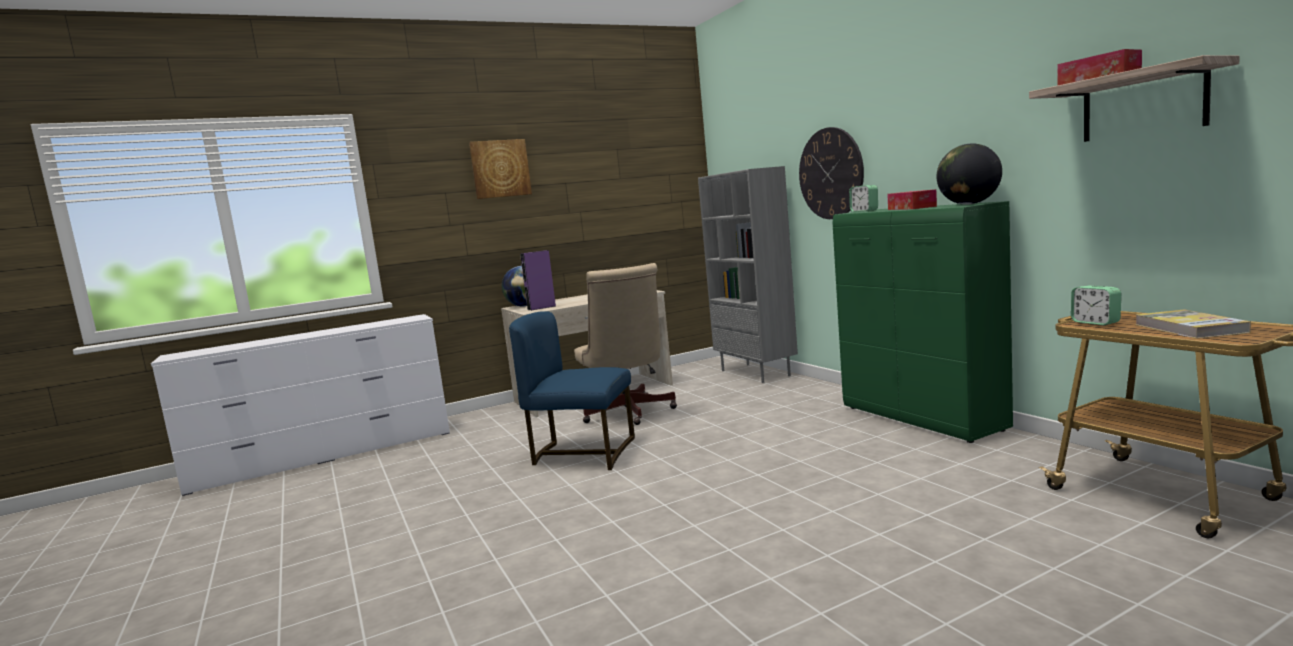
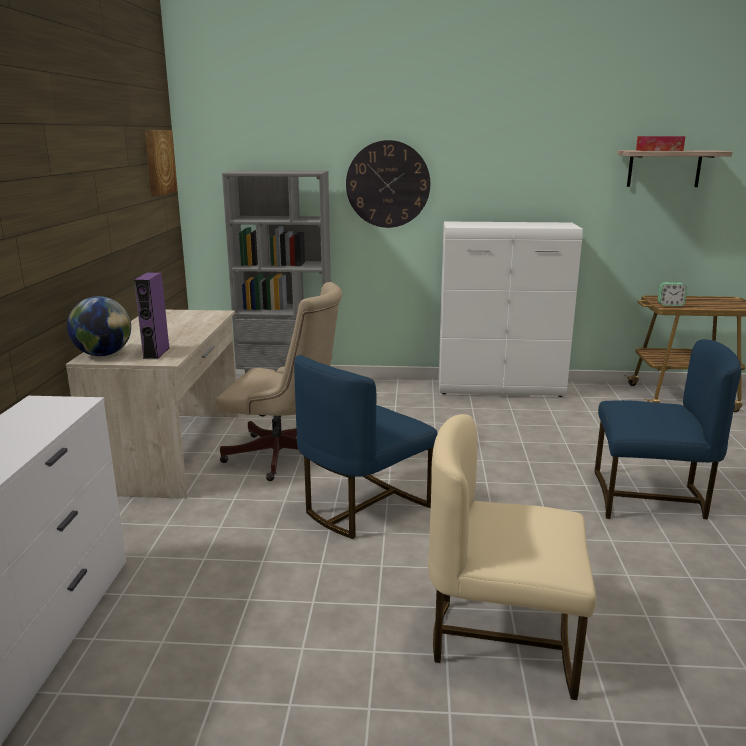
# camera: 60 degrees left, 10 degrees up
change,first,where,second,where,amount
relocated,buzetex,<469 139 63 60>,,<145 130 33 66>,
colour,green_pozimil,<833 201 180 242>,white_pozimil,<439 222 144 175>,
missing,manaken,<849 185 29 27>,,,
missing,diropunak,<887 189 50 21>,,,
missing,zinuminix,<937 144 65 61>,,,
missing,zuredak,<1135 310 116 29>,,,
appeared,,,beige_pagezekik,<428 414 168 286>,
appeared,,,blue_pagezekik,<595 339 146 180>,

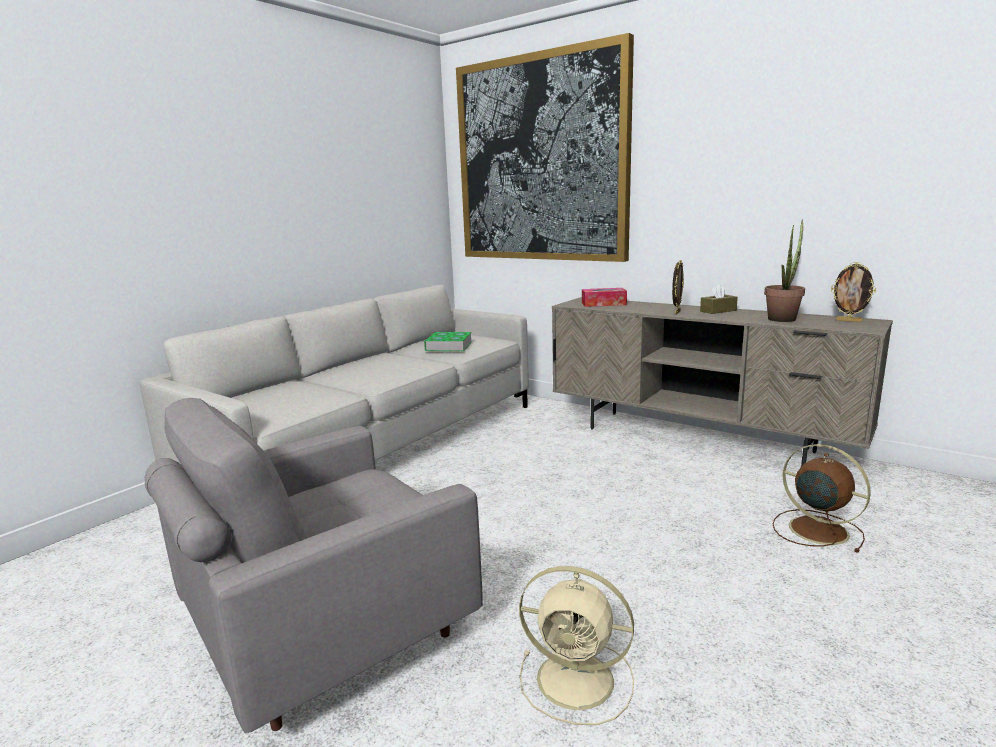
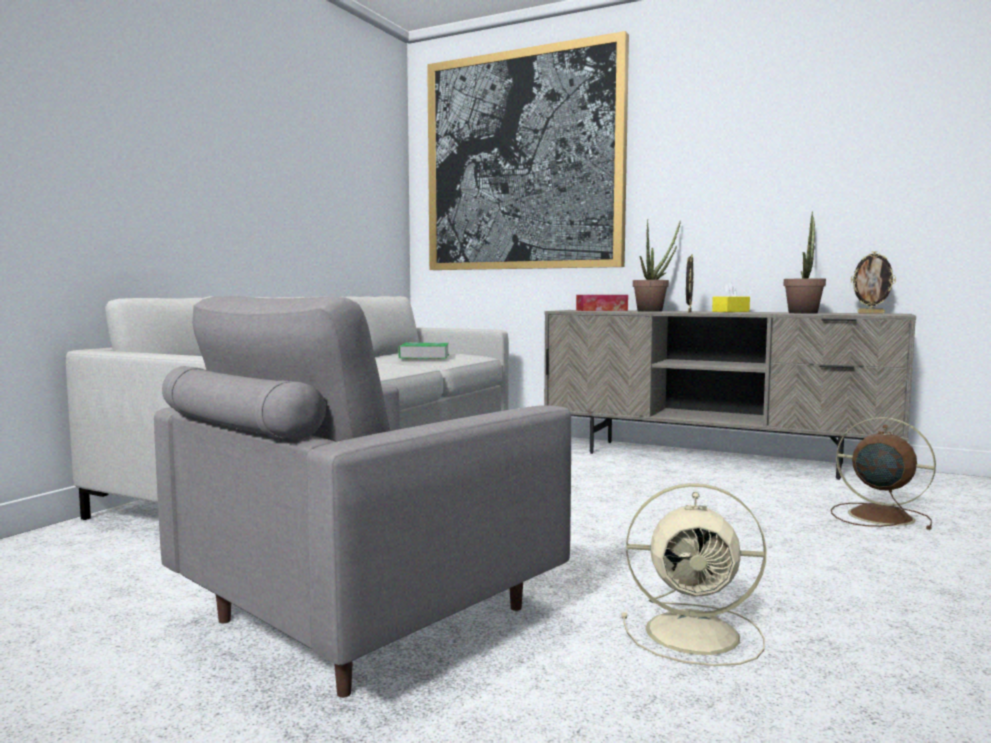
# camera: 10 degrees left, 10 degrees down
change,first,where,second,where,amount
colour,brown_diropunak,<700 283 38 31>,yellow_diropunak,<712 282 38 30>,
appeared,,,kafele,<633 219 47 93>,

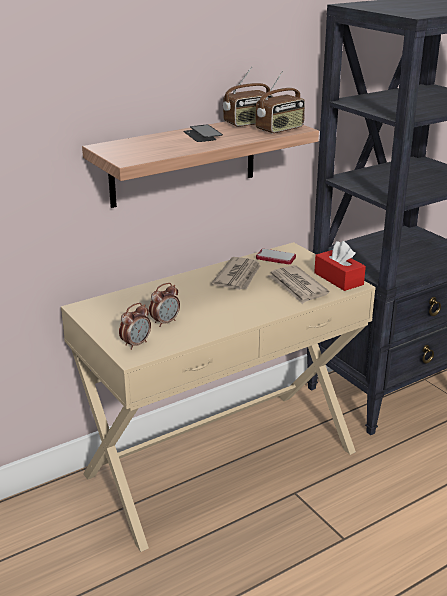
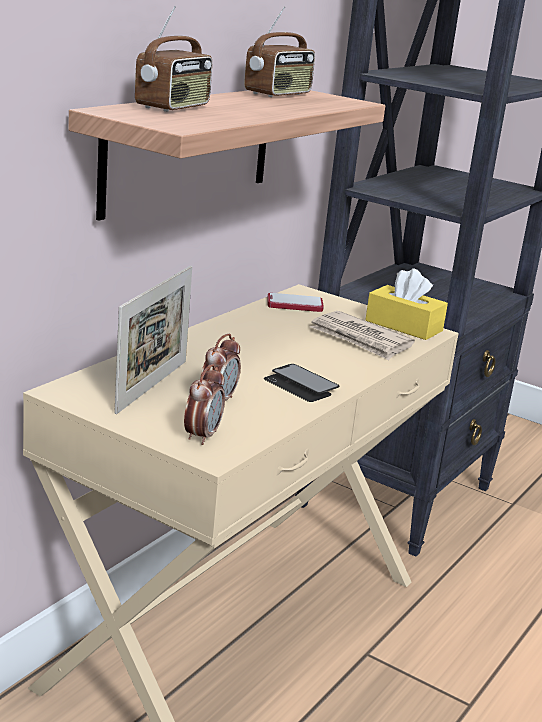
# camera: 25 degrees left, 5 degrees down
change,first,where,second,where,amount
relocated,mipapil,<183 125 40 17>,,<264 364 75 38>,
missing,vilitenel,<212 257 49 33>,,,
relocated,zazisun,<255 71 50 63>,,<135 6 77 106>,
colour,red_diropunak,<314 241 52 50>,yellow_diropunak,<365 268 83 72>,
appeared,,,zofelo,<114 265 78 149>,

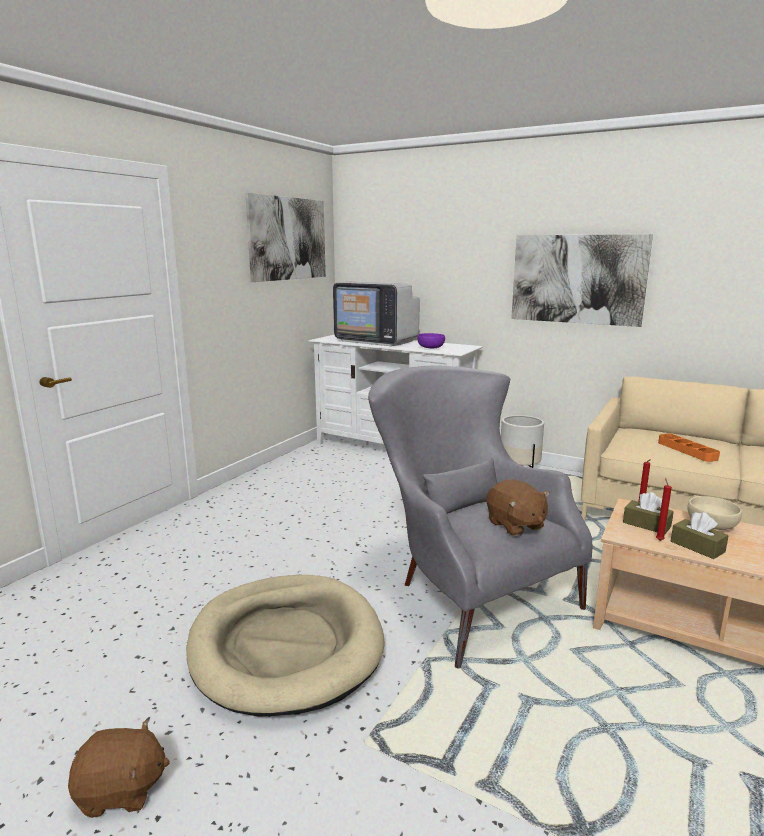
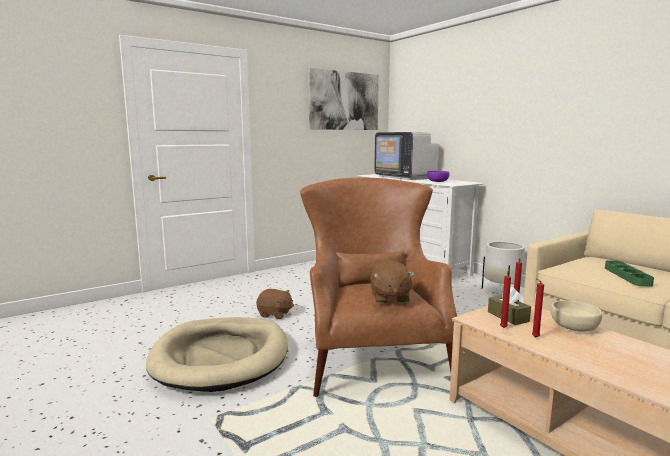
# camera: 25 degrees right, 5 degrees down
change,first,where,second,where,amount
relocated,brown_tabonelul,<68 719 102 99>,,<256 289 38 30>,
colour,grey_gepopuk,<368 365 224 303>,brown_gepopuk,<300 178 157 219>,
missing,buzetex,<511 234 142 93>,,,
colour,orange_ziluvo,<658 433 62 29>,green_ziluvo,<605 260 49 26>,
exchanged,brown_diropunak,<671 512 58 47>,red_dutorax,<532 278 12 60>,

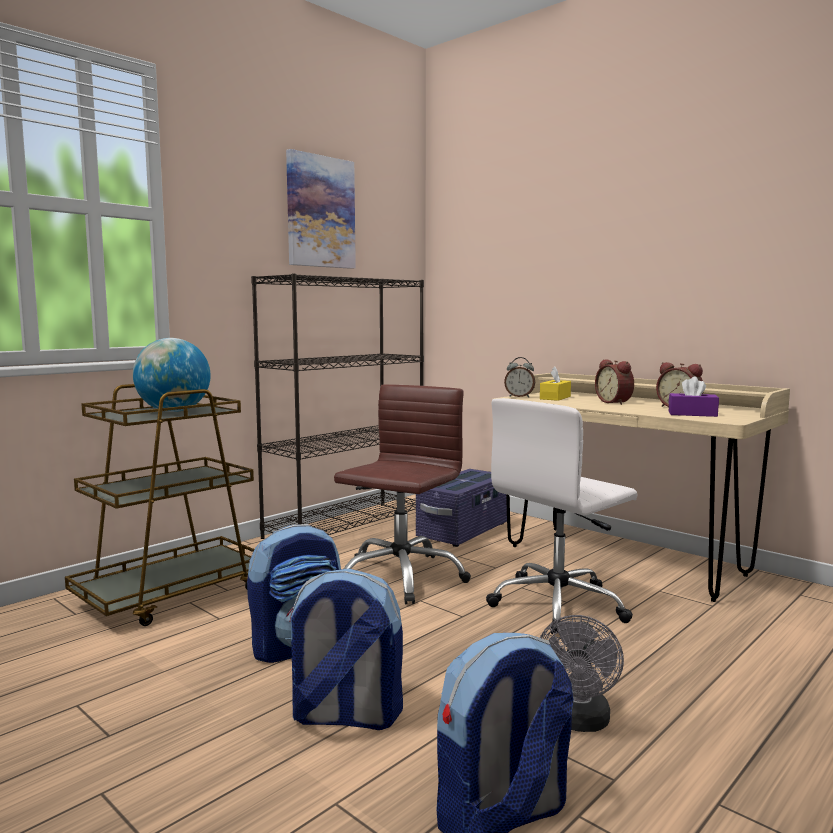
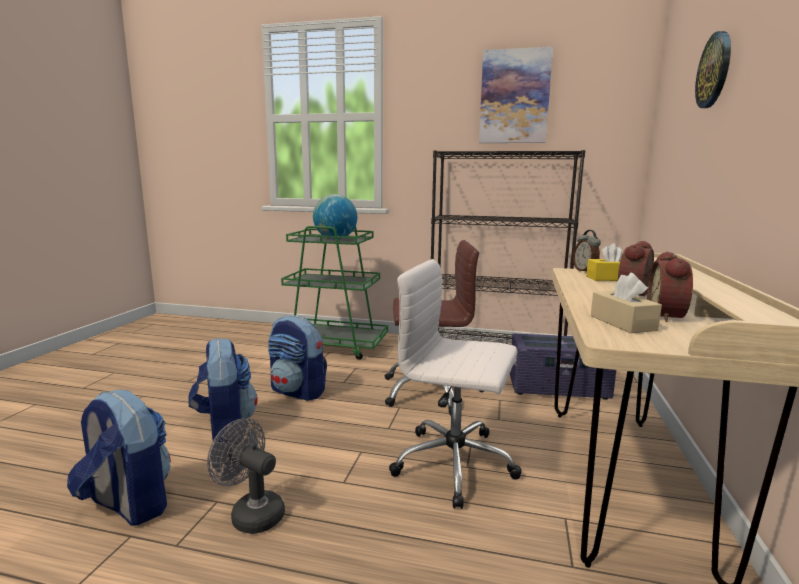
# camera: 60 degrees right, 5 degrees up
change,first,where,second,where,amount
colour,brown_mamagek,<65 384 189 242>,green_mamagek,<281 226 107 134>,
spun,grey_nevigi,<540 615 84 117>,,<207 418 78 116>,45 degrees clockwise
colour,purple_diropunak,<669 376 50 41>,beige_diropunak,<591 273 71 60>,
appeared,,,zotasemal,<695 31 36 77>,

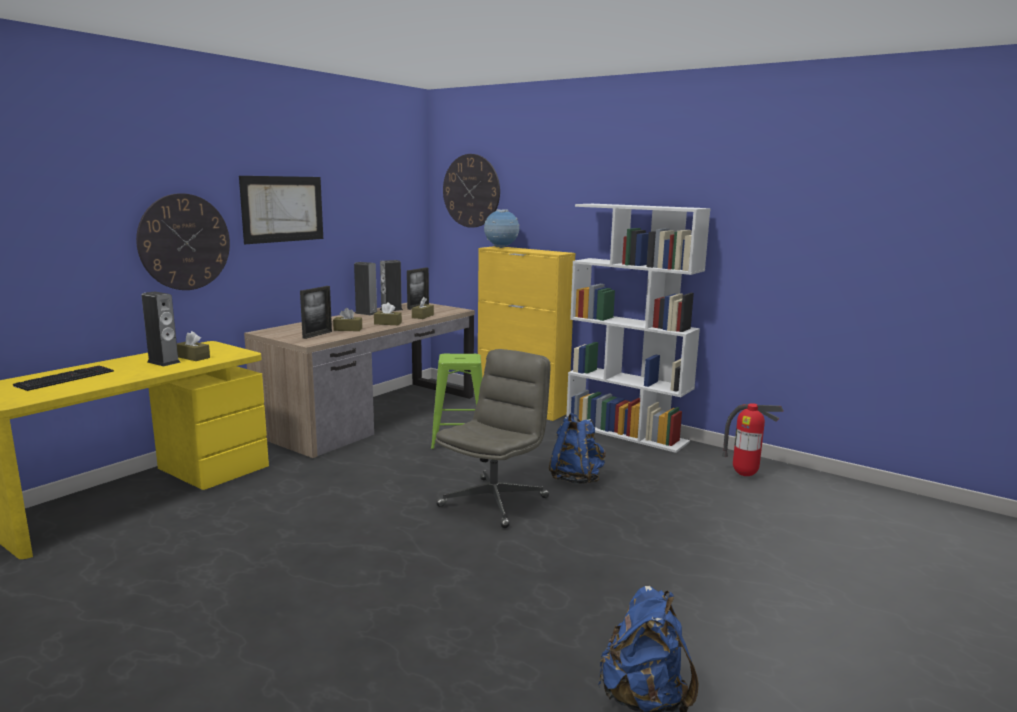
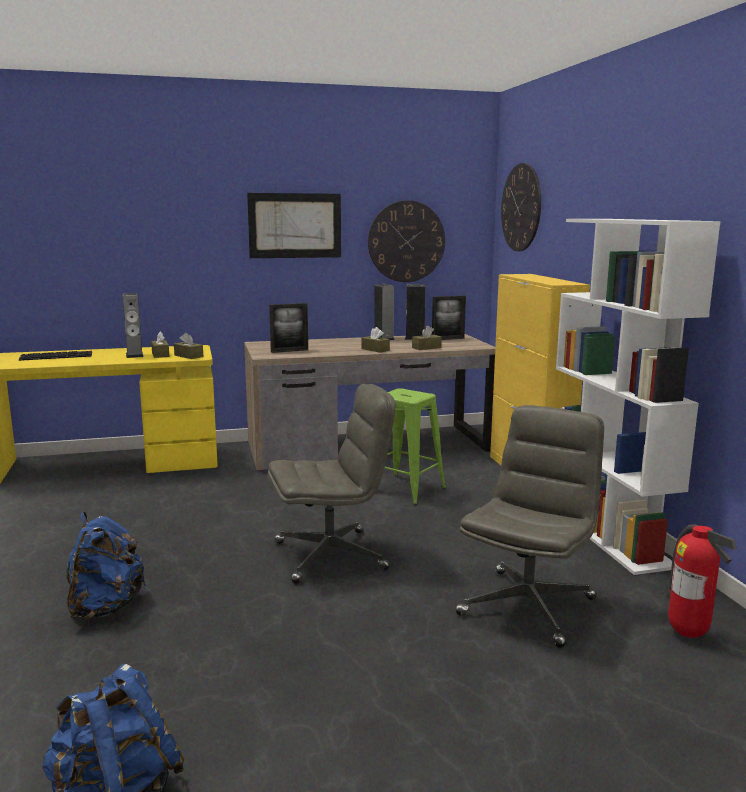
# camera: 40 degrees right, 0 degrees up
change,first,where,second,where,amount
relocated,zotasemal,<136 193 94 97>,,<368 200 77 82>,
relocated,brown_diropunak,<333 308 29 23>,,<174 333 29 26>,
missing,zinuminix,<484 209 35 39>,,,
relocated,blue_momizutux,<549 413 57 71>,,<66 511 80 109>,
appeared,,,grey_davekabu,<455 405 149 243>,

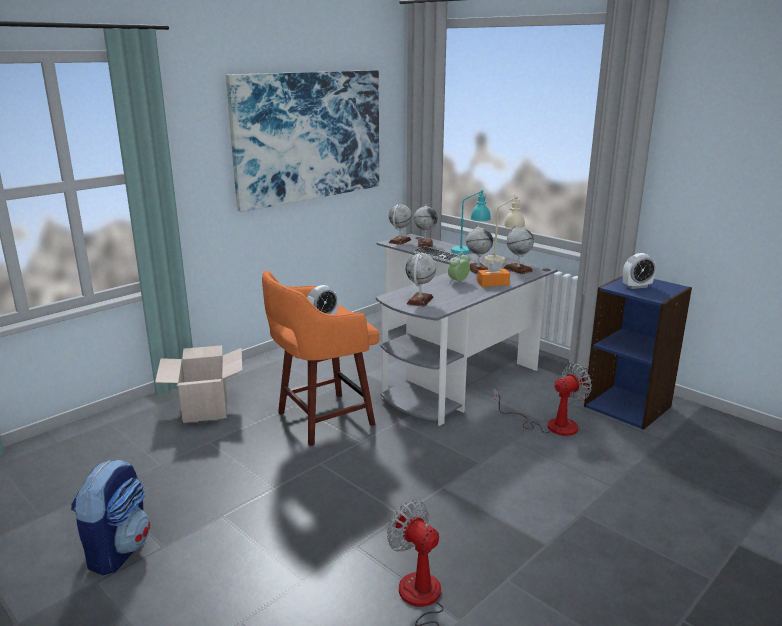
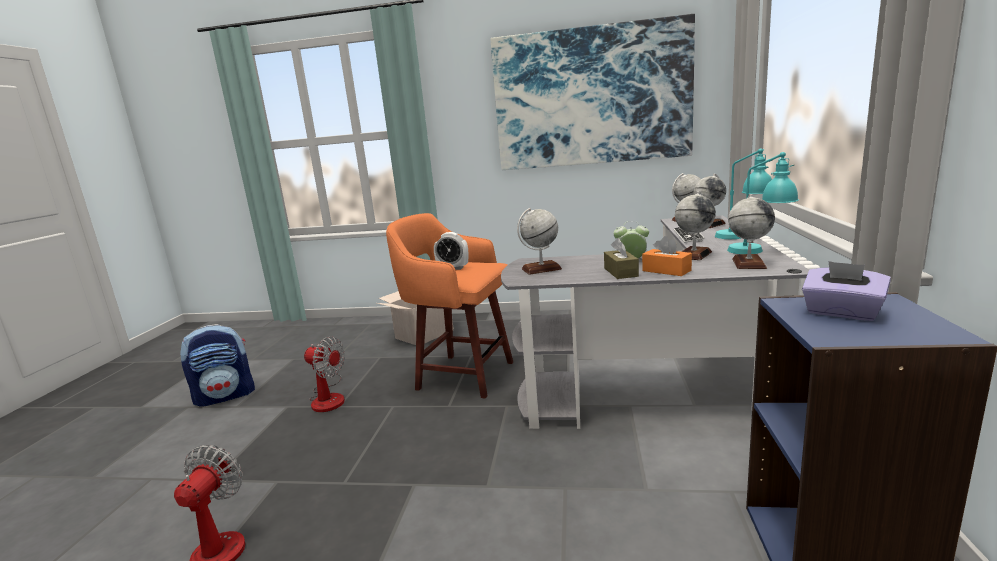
# camera: 55 degrees right, 5 degrees down
change,first,where,second,where,amount
colour,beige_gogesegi,<484 196 41 68>,turquoise_gogesegi,<727 152 72 102>,
relocated,nevigi,<493 363 99 73>,,<304 337 41 75>,
exchanged,manaken,<623 253 33 36>,purple_diropunak,<802 261 89 60>,
appeared,,,brown_diropunak,<604 238 35 41>,

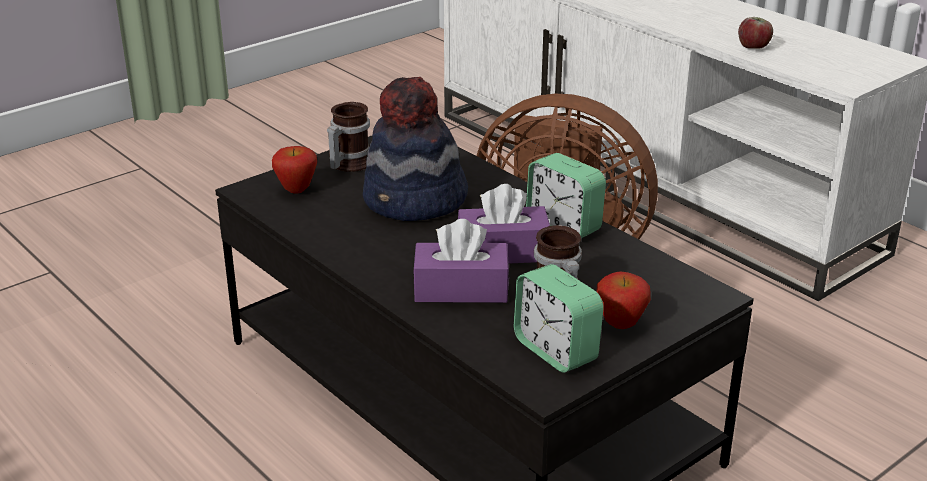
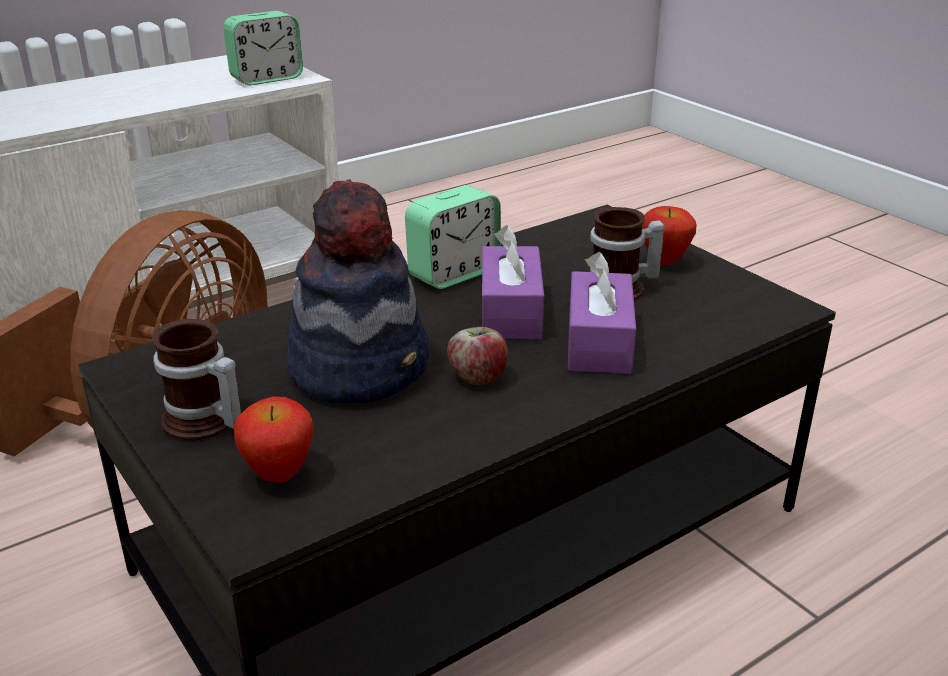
# camera: 85 degrees left, 0 degrees up
change,first,where,second,where,amount
relocated,manaken,<514 264 90 109>,,<223 11 80 75>,
relocated,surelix,<738 17 35 32>,,<447 327 61 58>,

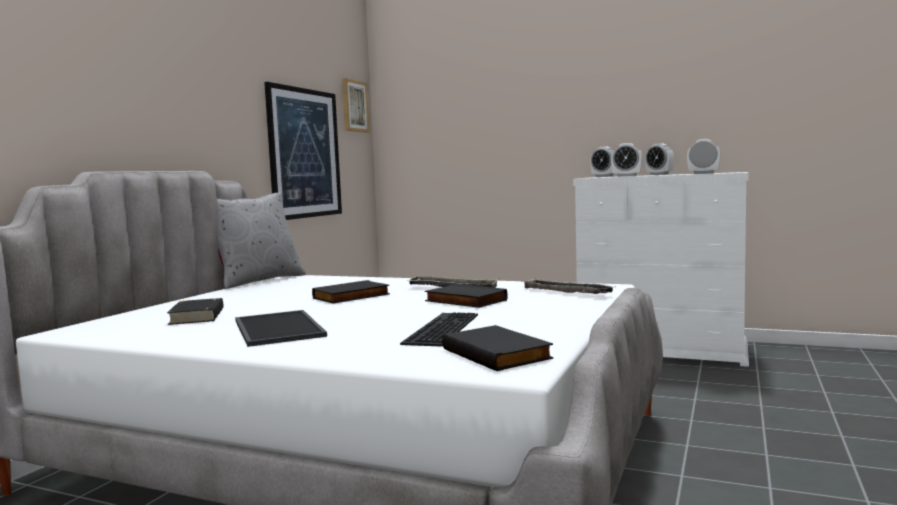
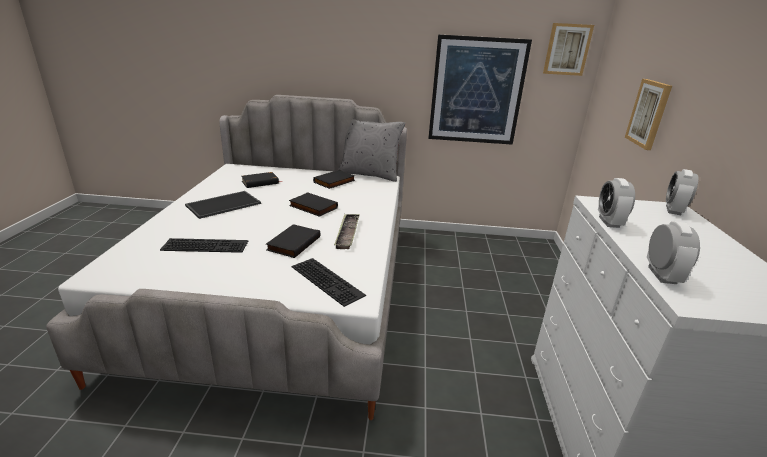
# camera: 70 degrees right, 20 degrees up
change,first,where,second,where,amount
relocated,black_zuredak,<442 325 112 46>,,<313 170 42 19>,
exchanged,ziluvo,<523 279 93 15>,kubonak,<292 258 74 49>,
missing,manaken,<645 144 29 31>,,,
appeared,,,buzetex,<625 79 47 71>,

